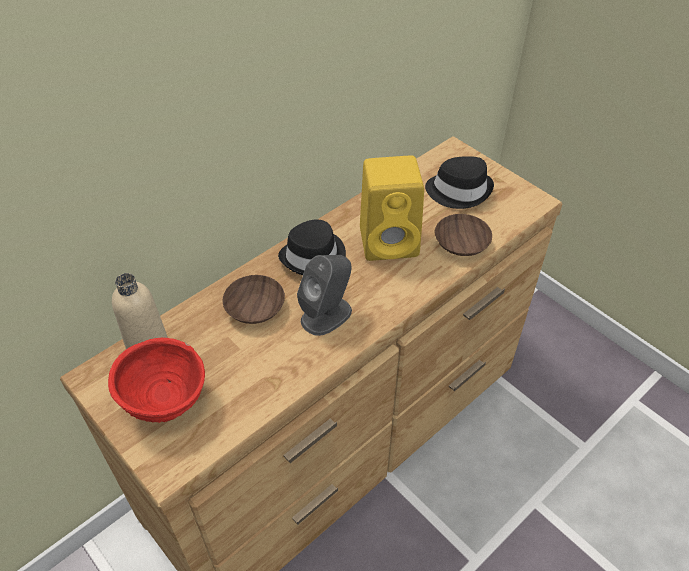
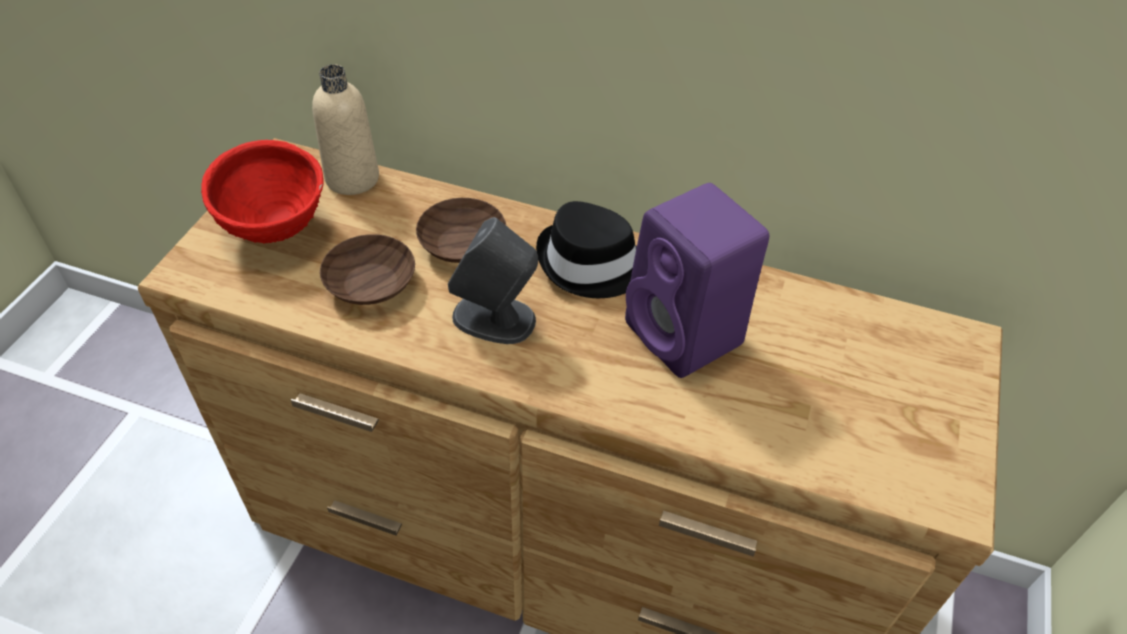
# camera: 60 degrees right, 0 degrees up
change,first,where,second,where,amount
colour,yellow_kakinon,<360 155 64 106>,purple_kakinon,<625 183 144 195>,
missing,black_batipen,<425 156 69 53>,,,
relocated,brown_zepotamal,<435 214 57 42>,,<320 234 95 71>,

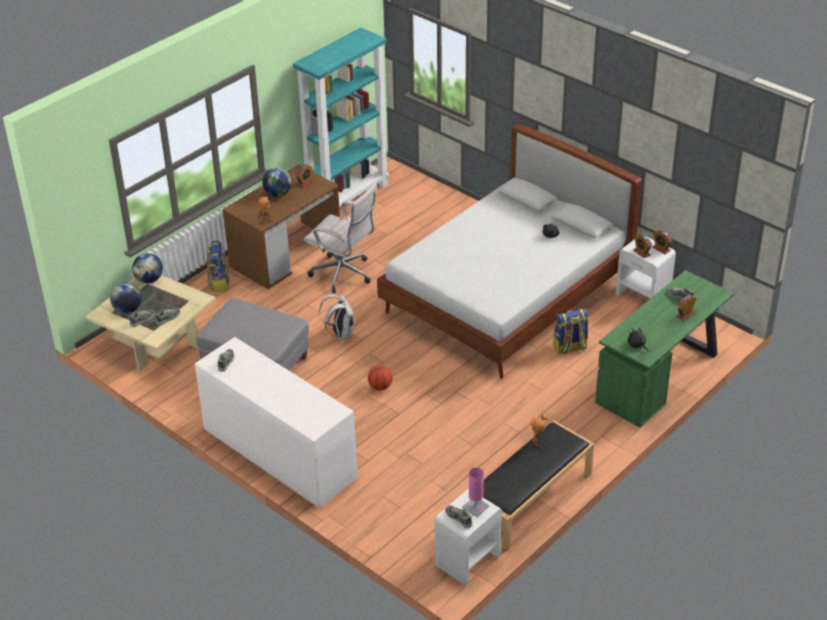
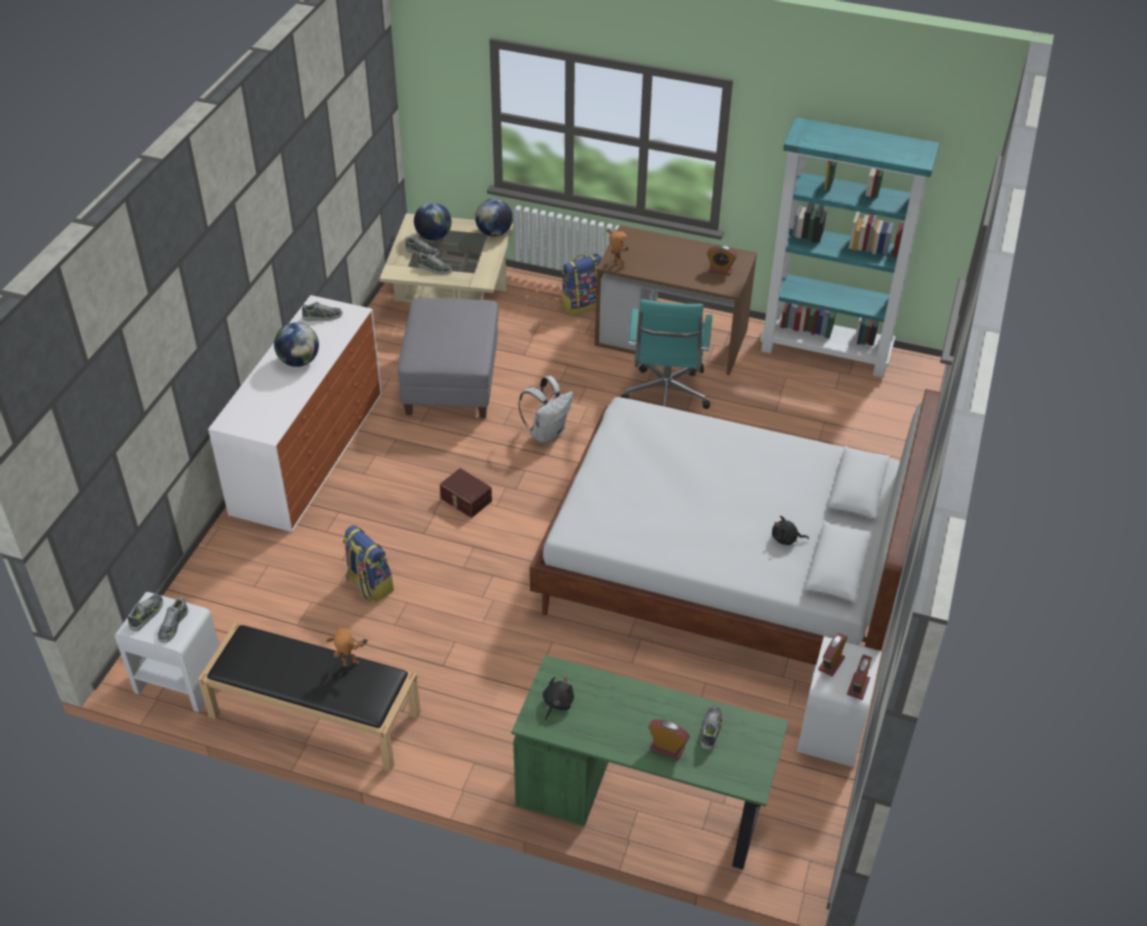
# camera: 65 degrees right, 5 degrees up
change,first,where,second,where,amount
relocated,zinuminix,<263 168 29 29>,,<274 322 45 45>,
colour,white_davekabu,<304 182 73 111>,turquoise_davekabu,<621 299 92 110>,
exchanged,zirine,<368 365 24 25>,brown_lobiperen,<440 468 52 50>,
exchanged,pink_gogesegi,<462 467 27 50>,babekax,<158 597 30 46>,
relocated,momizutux,<553 308 36 47>,,<343 525 51 78>,

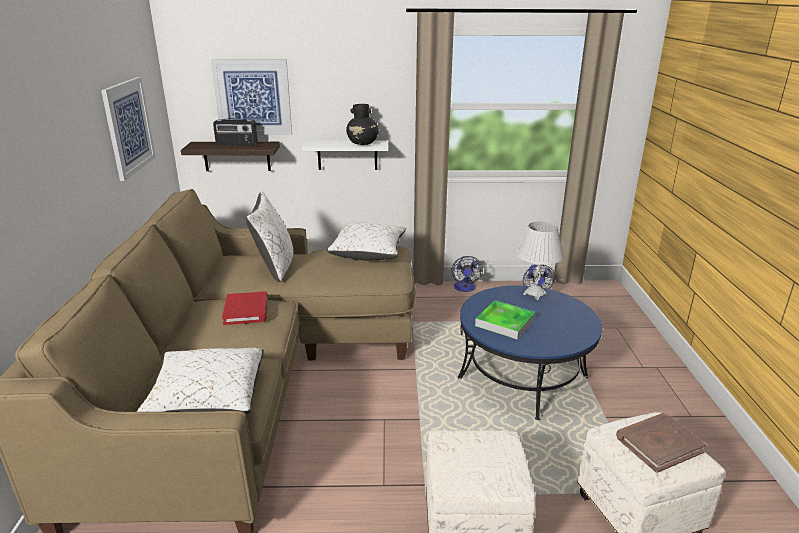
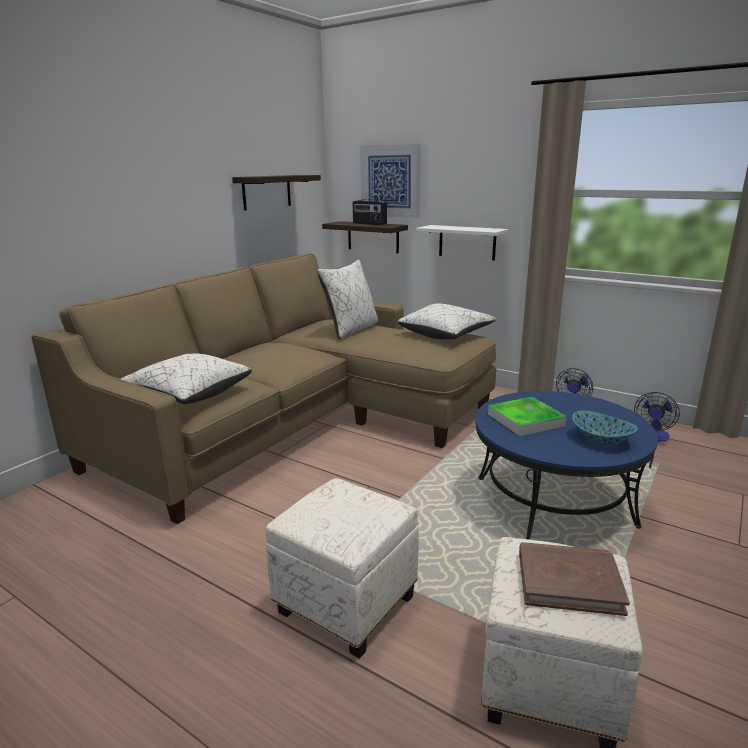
# camera: 35 degrees right, 5 degrees down
change,first,where,second,where,amount
exchanged,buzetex,<101 77 55 104>,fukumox,<232 175 89 35>,
missing,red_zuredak,<222 291 46 34>,,,
missing,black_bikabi,<346 104 33 41>,,,
missing,white_gogesegi,<516 222 48 78>,,,
appeared,,,zepotamal,<572 411 66 34>,

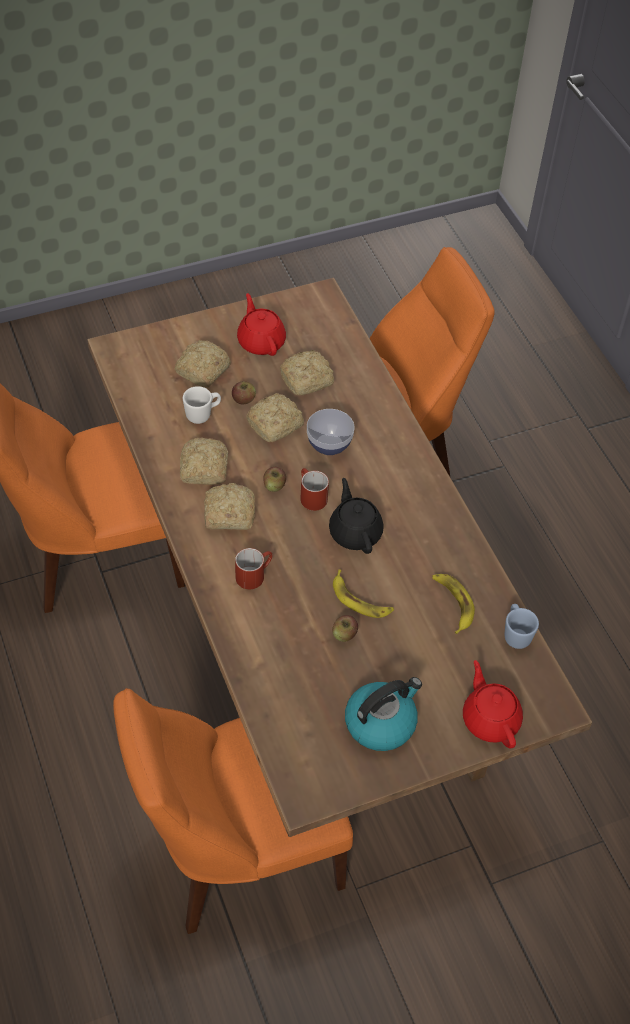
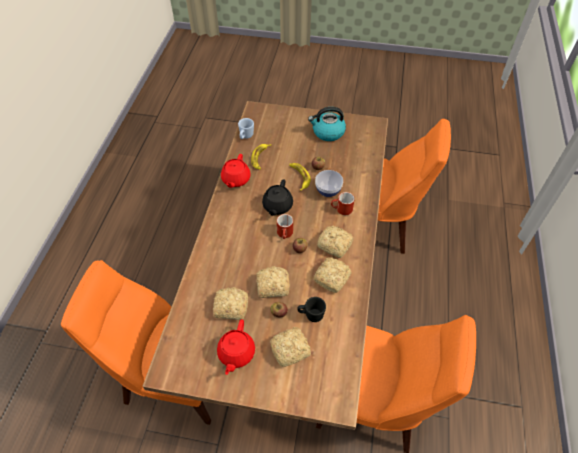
# camera: 145 degrees left, 0 degrees up
change,first,where,second,where,amount
colour,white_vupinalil,<183 386 38 38>,black_vupinalil,<297 297 29 25>,
relocated,zepotamal,<307 409 47 46>,,<315 170 28 27>,
relocated,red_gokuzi,<463 660 60 88>,,<221 154 30 34>,

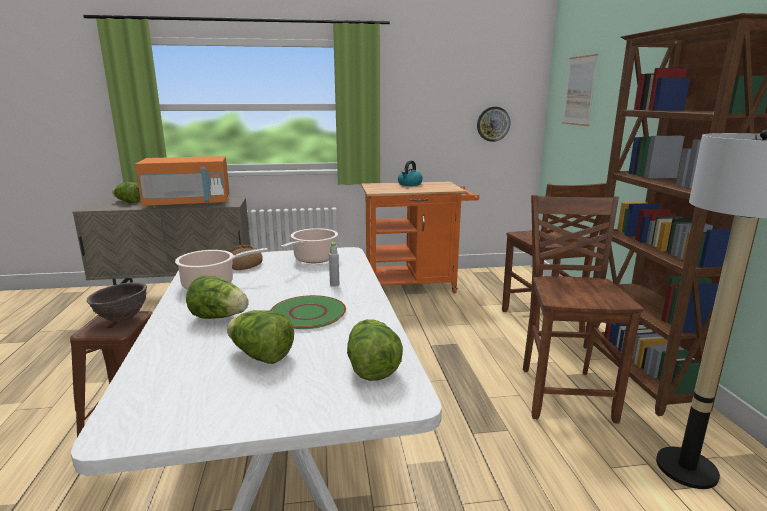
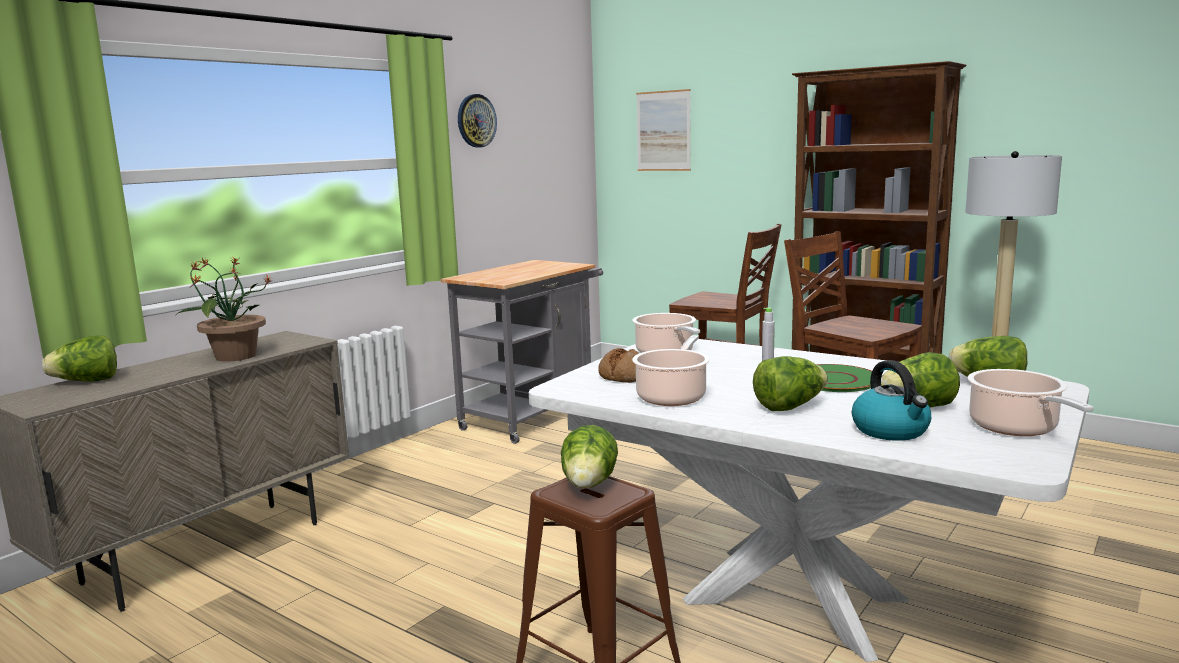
# camera: 45 degrees left, 5 degrees down
change,first,where,second,where,amount
exchanged,brown_zepotamal,<87 282 60 40>,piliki,<561 425 57 64>,
exchanged,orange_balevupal,<135 156 95 52>,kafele,<176 256 95 106>,
colour,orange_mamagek,<361 182 119 111>,grey_mamagek,<441 260 162 184>,
relocated,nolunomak,<398 161 25 25>,,<852 360 79 81>,
relocated,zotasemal,<477 107 33 35>,,<458 94 39 54>,
appeared,,,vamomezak,<967 369 127 67>,

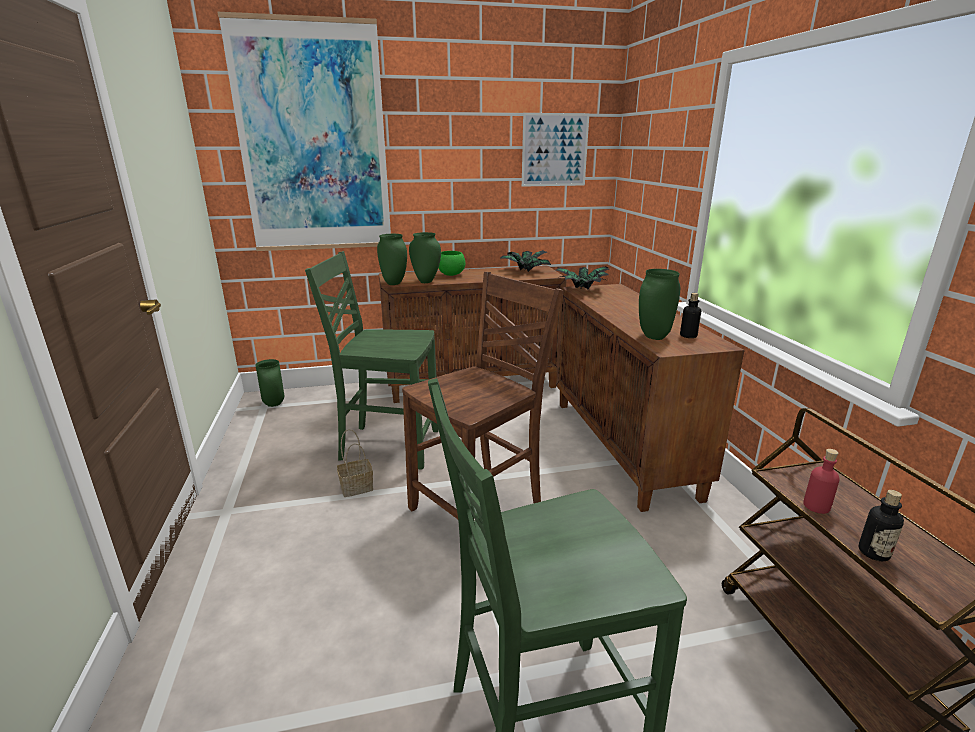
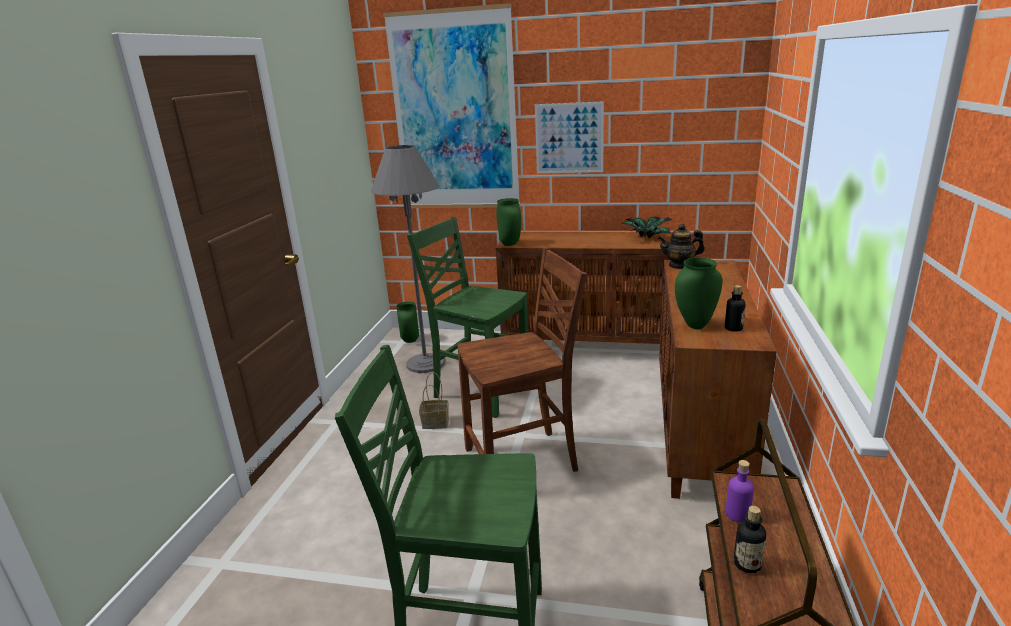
# camera: 25 degrees right, 0 degrees up
change,first,where,second,where,amount
missing,green_bikabi,<409 232 32 51>,,,
missing,green_zepotamal,<438 251 27 25>,,,
relocated,buzetex,<522 113 68 74>,,<535 101 69 72>,
exchanged,kafele,<556 266 53 23>,gokuzi,<658 224 47 45>,
colour,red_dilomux,<803 449 37 65>,purple_dilomux,<725 460 29 62>,
appeared,,,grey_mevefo,<371 145 74 228>,

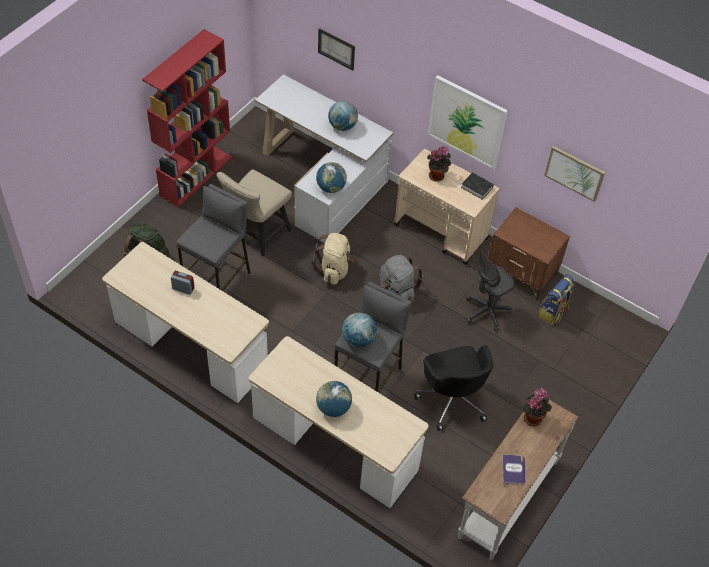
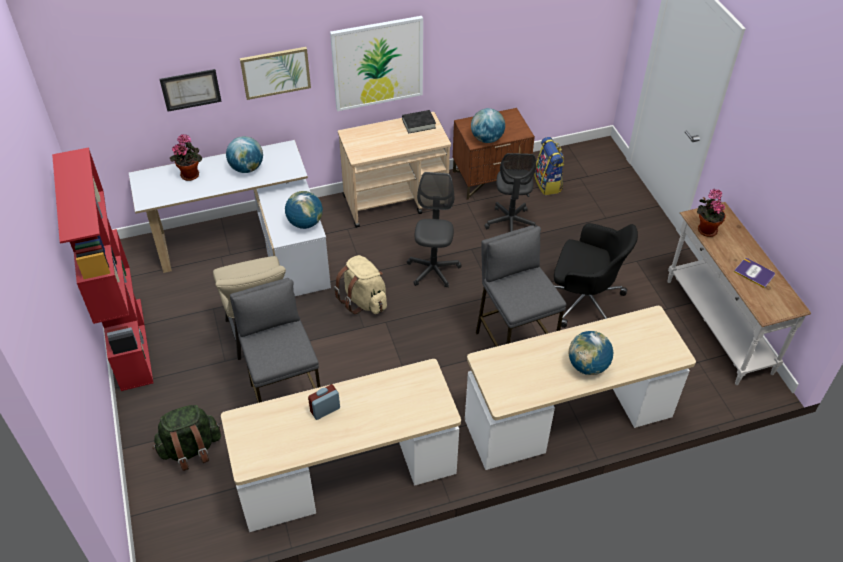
# camera: 50 degrees left, 5 degrees down
change,first,where,second,where,amount
relocated,zinuminix,<342 313 35 34>,,<471 108 34 35>,
exchanged,grey_momizutux,<379 255 44 47>,grey_davekabu,<407 172 55 115>,
relocated,kafele,<427 146 25 36>,,<170 134 32 47>,
relocated,buzetex,<544 146 61 56>,,<240 47 71 53>,

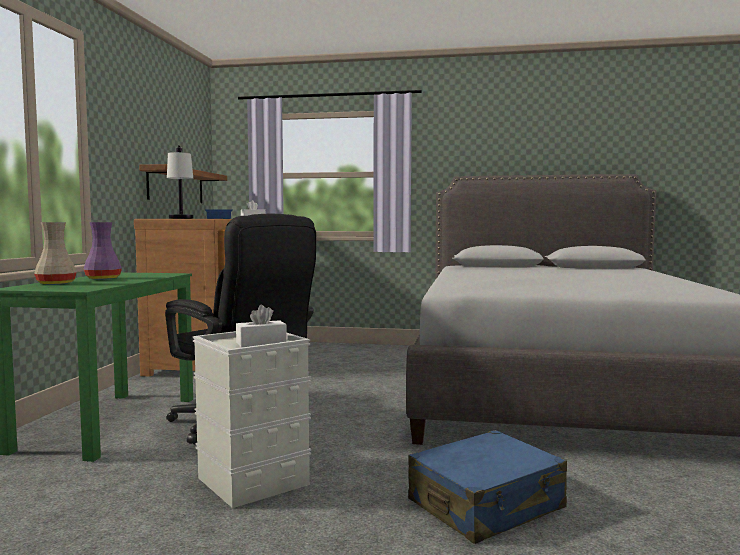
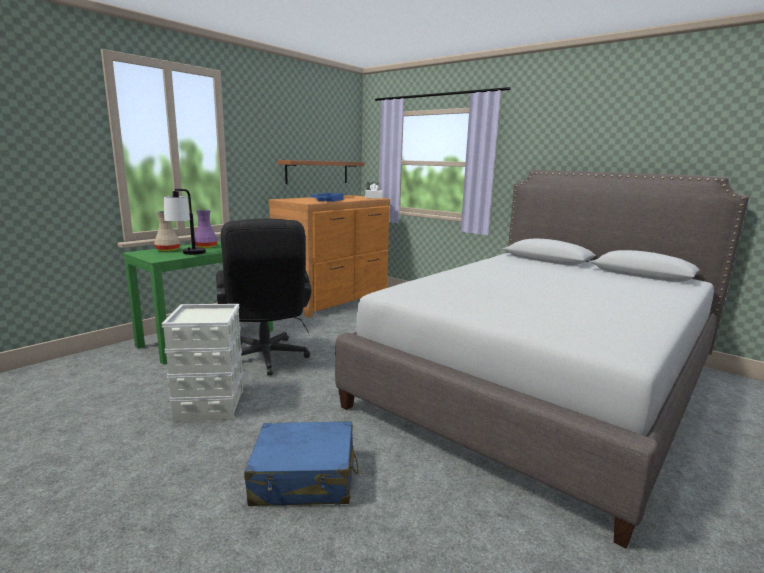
# camera: 30 degrees right, 10 degrees up
change,first,where,second,where,amount
relocated,gogesegi,<167 145 27 74>,,<164 189 42 66>,
missing,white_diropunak,<236 305 51 42>,,,

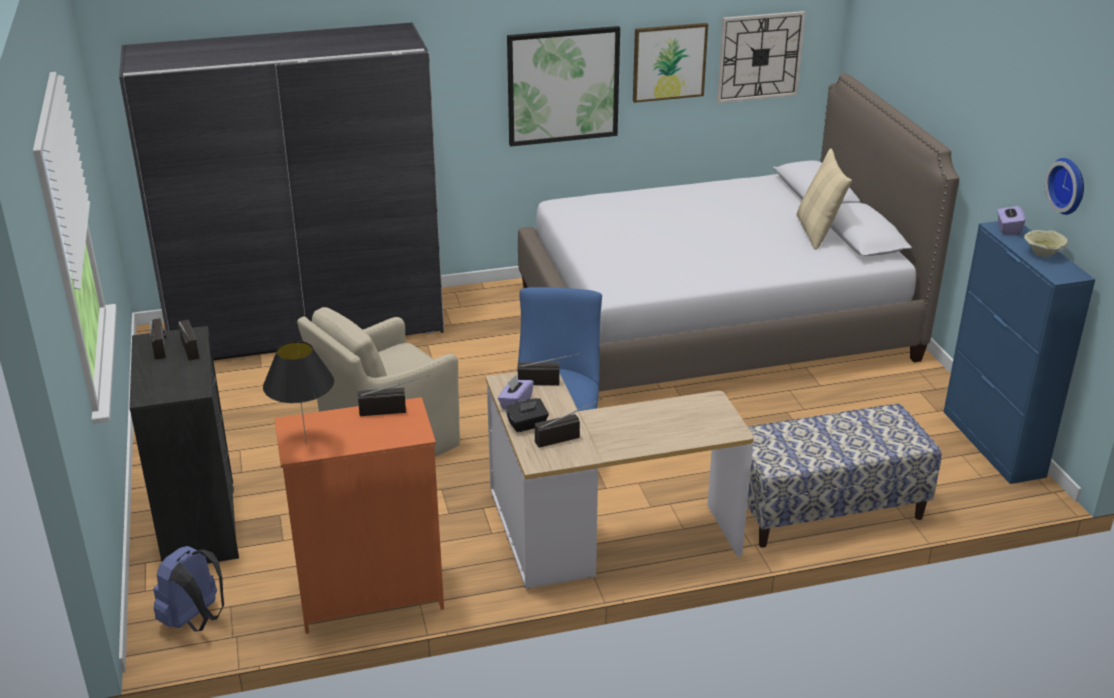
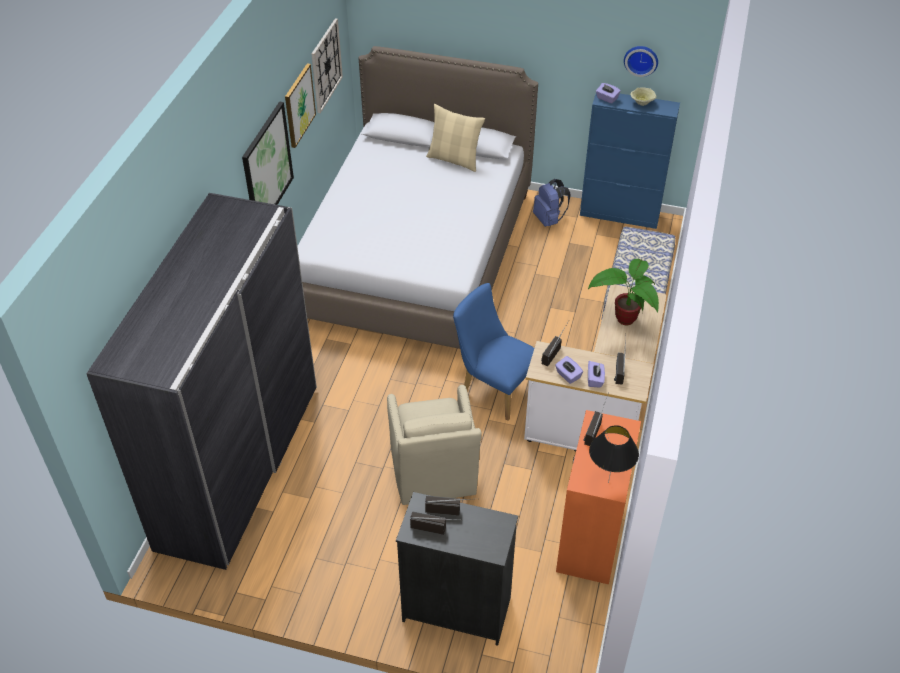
# camera: 60 degrees left, 15 degrees up
change,first,where,second,where,amount
relocated,blue_momizutux,<153 546 71 86>,,<533 179 38 48>,
colour,black_diropunak,<505 398 44 34>,purple_diropunak,<588 361 17 27>,
appeared,,,kafele,<588 259 71 66>,

